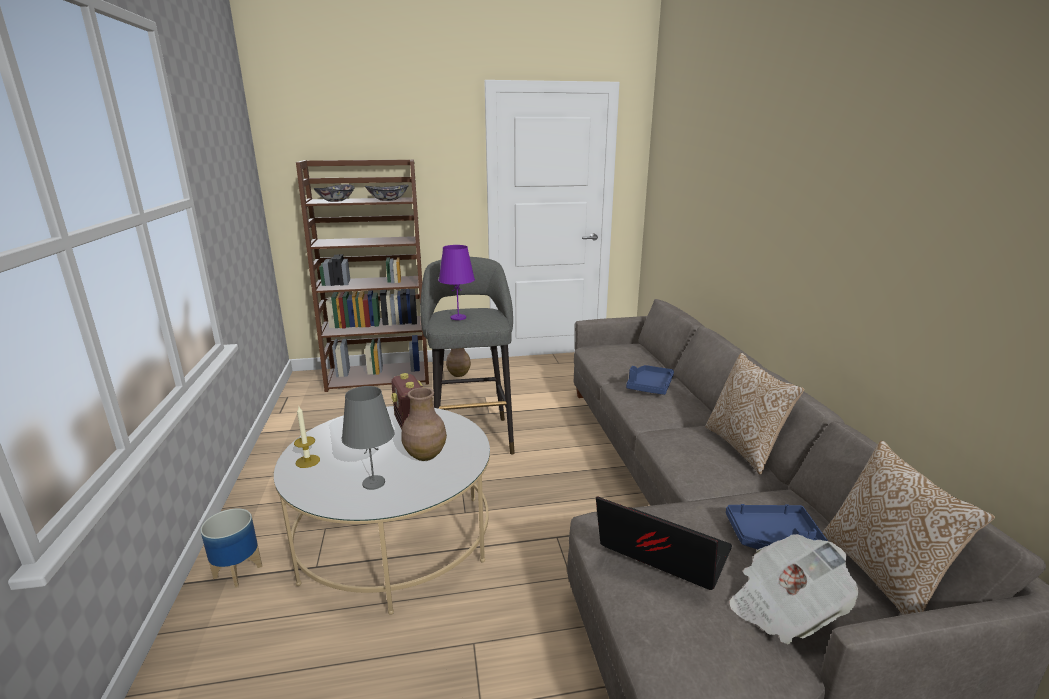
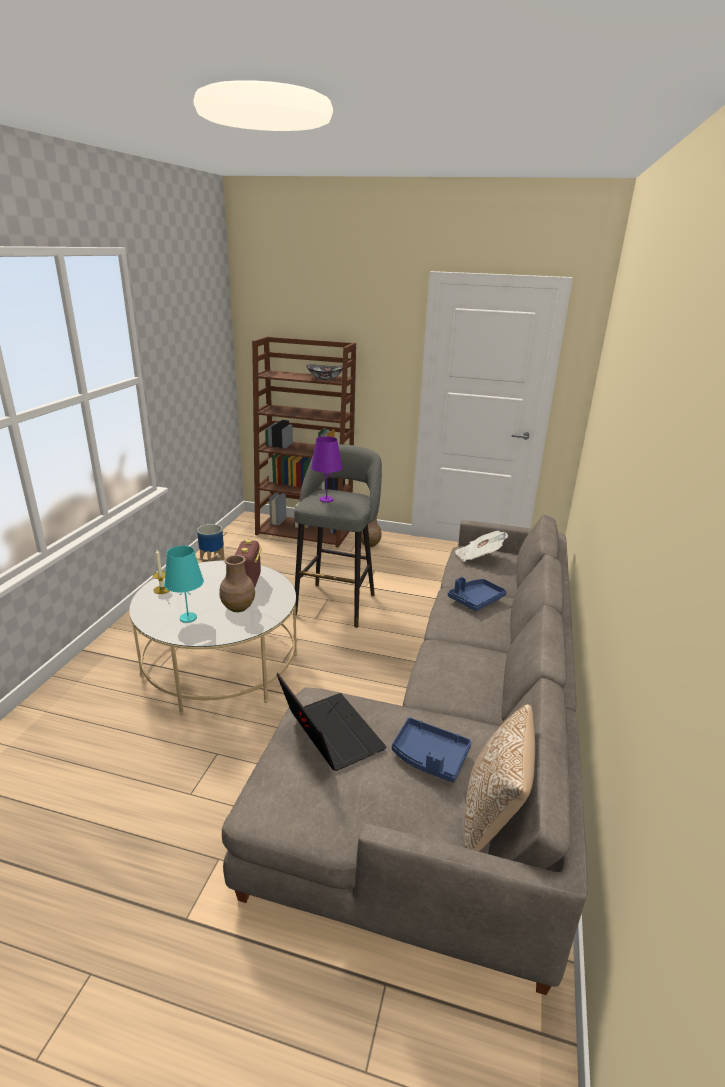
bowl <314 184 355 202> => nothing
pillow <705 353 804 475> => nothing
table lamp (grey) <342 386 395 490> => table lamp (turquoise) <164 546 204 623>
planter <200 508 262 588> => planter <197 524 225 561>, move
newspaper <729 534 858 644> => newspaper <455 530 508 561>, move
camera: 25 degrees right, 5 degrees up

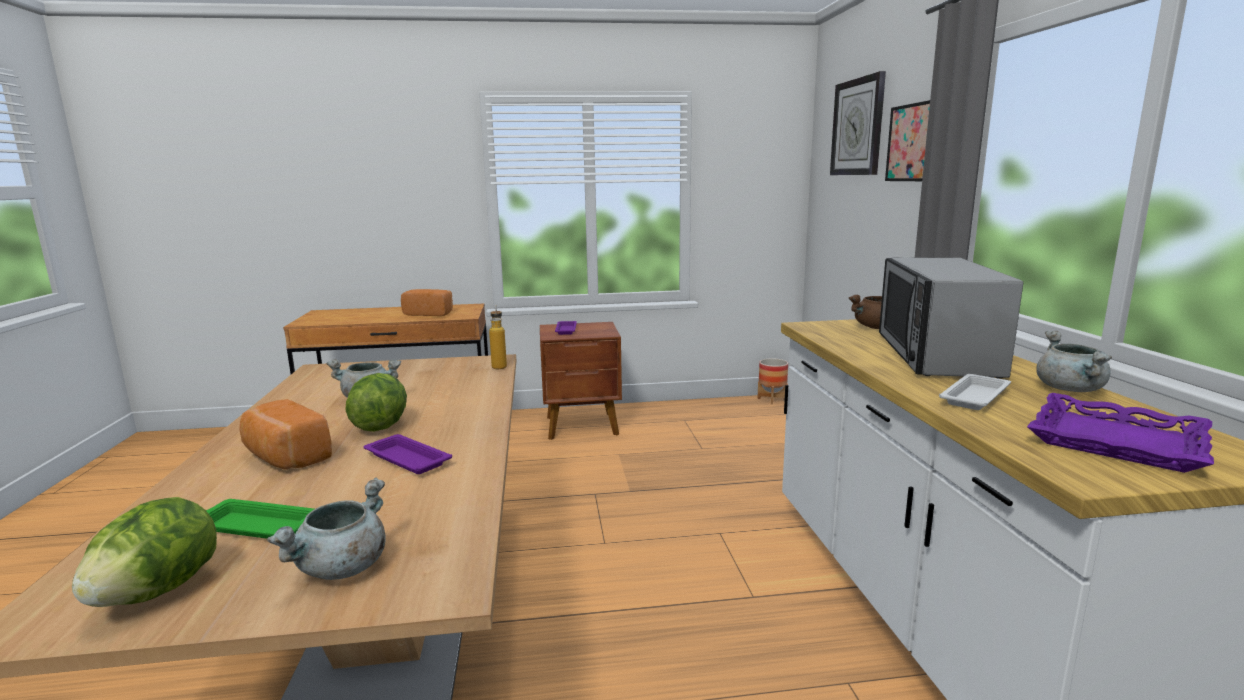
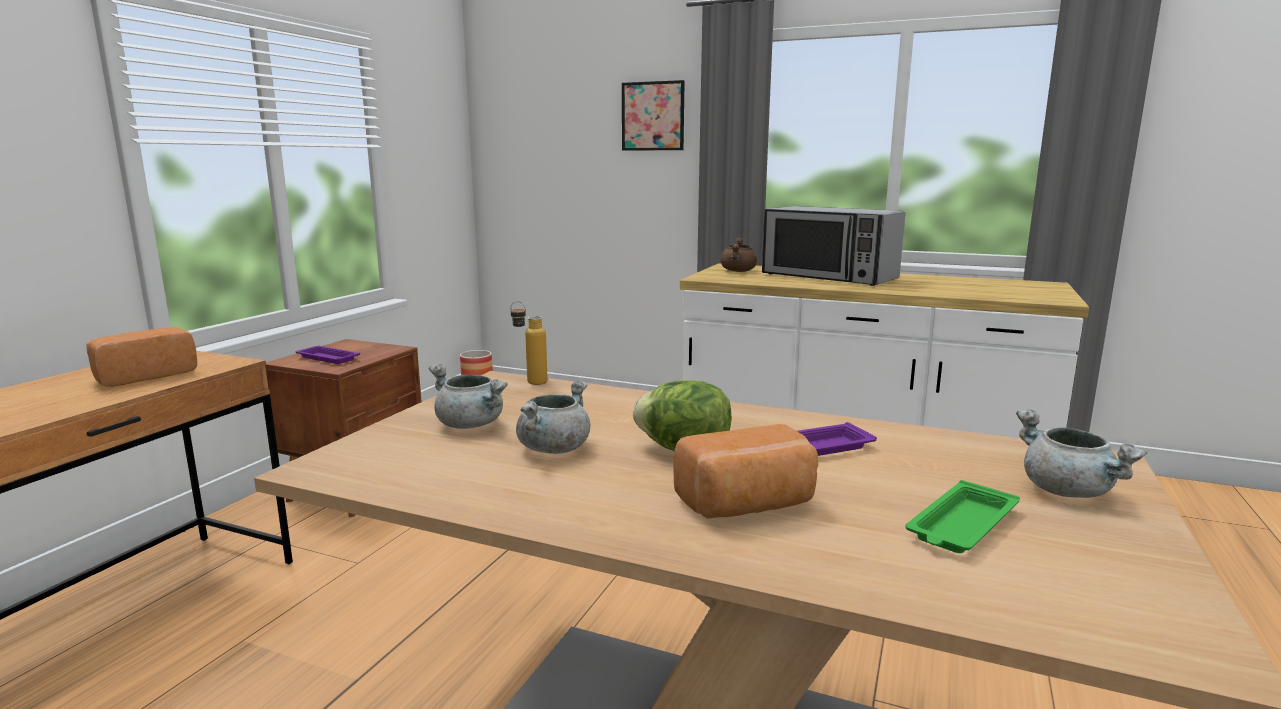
wall clock <830 71 886 175> => nothing
cooking pot (grey) <1036 331 1112 392> => cooking pot (grey) <429 364 508 429>, move
tray (white) <939 374 1011 410> => nothing
tray (purple) <1027 393 1214 473> => nothing
lettuce <72 497 217 607> => nothing
camera: 60 degrees left, 0 degrees up

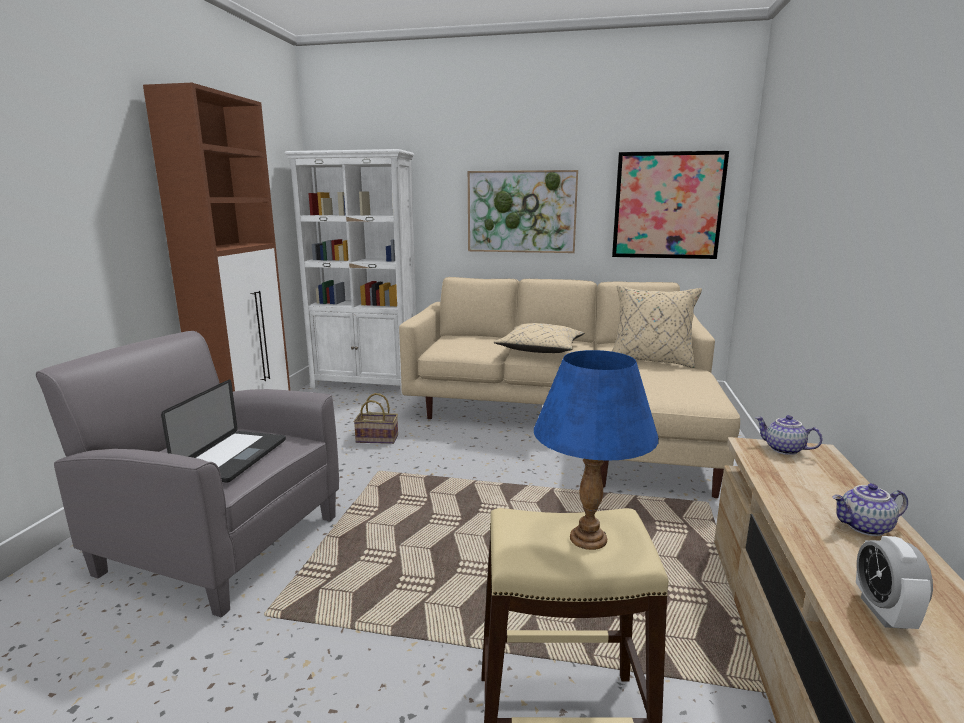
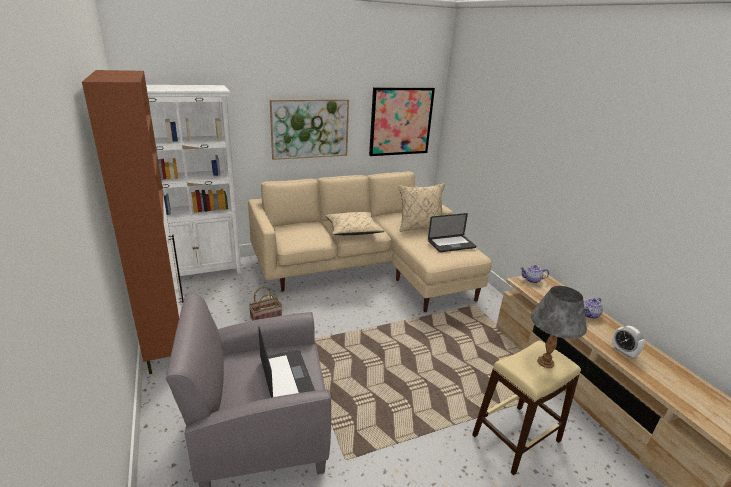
table lamp (blue) <534 350 659 550> => table lamp (grey) <530 286 587 368>
nothing => laptop <428 213 476 252>
camera: 35 degrees left, 10 degrees up

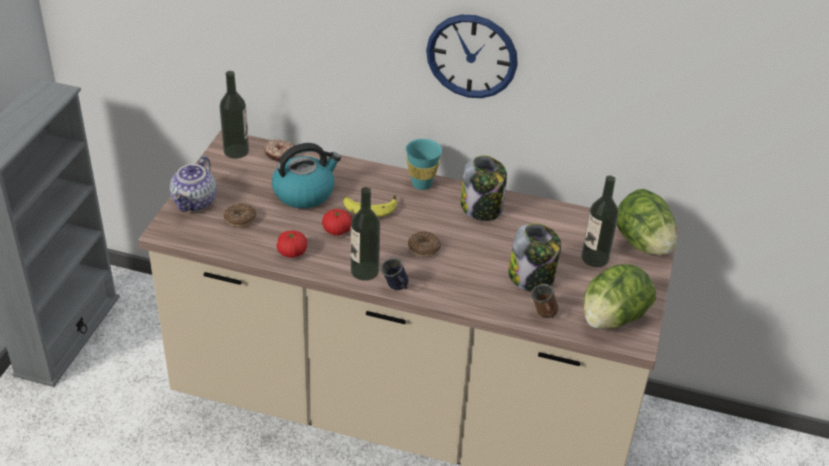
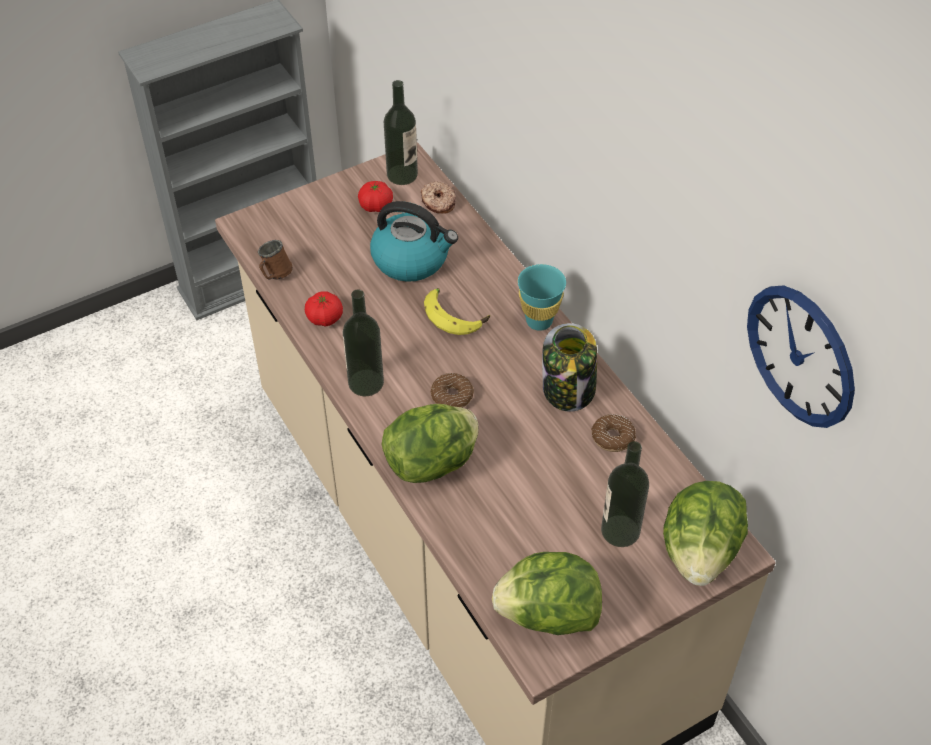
wall clock <426 15 518 98> => wall clock <747 285 855 428>, move
teapot <170 156 217 212> => nothing
donut <224 203 257 227> => donut <591 414 636 452>, move
tomato <322 209 352 236> => tomato <358 181 393 212>, move
jar <508 223 561 292> => nothing
mug (blue) <381 258 408 290> => nothing
mug (brown) <531 284 558 318> => mug (brown) <258 240 293 280>, move
nothing => lettuce <381 404 479 483>
camera: 45 degrees right, 10 degrees up

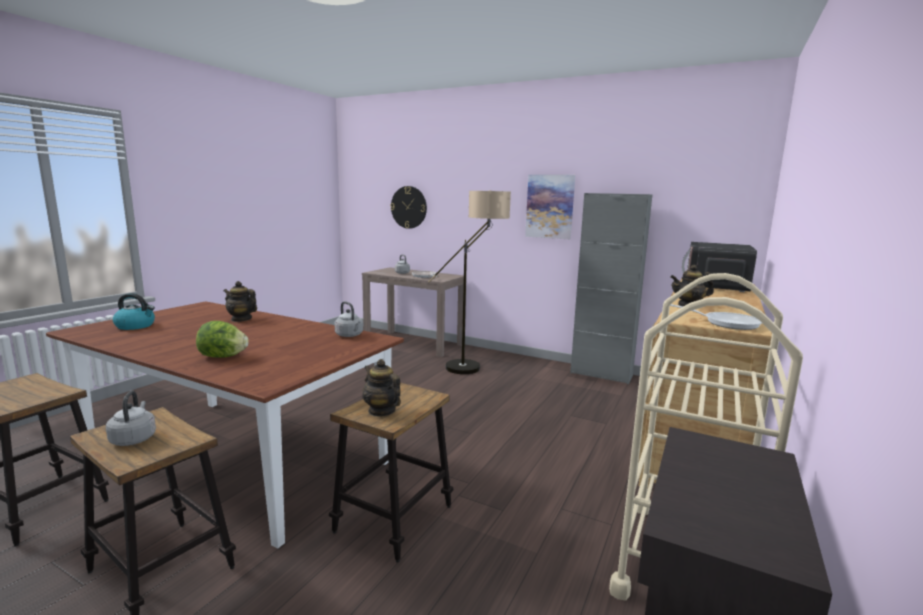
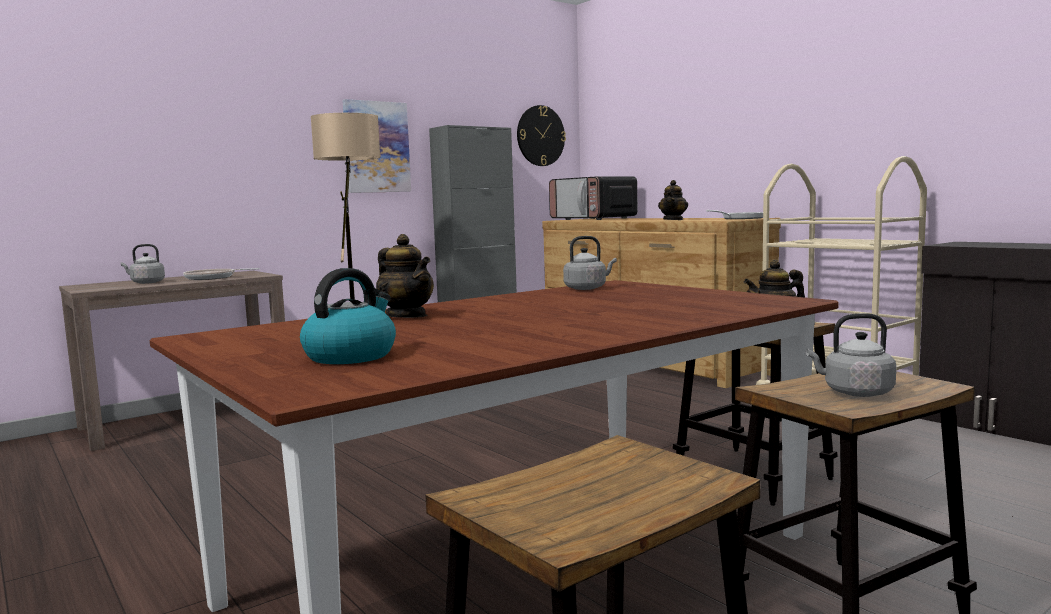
wall clock <390 186 427 229> => wall clock <517 105 566 166>, move
teapot <224 281 257 322> => teapot <376 234 434 318>, 90 degrees counterclockwise
lettuce <196 321 249 358> => nothing
camera: 65 degrees left, 5 degrees down

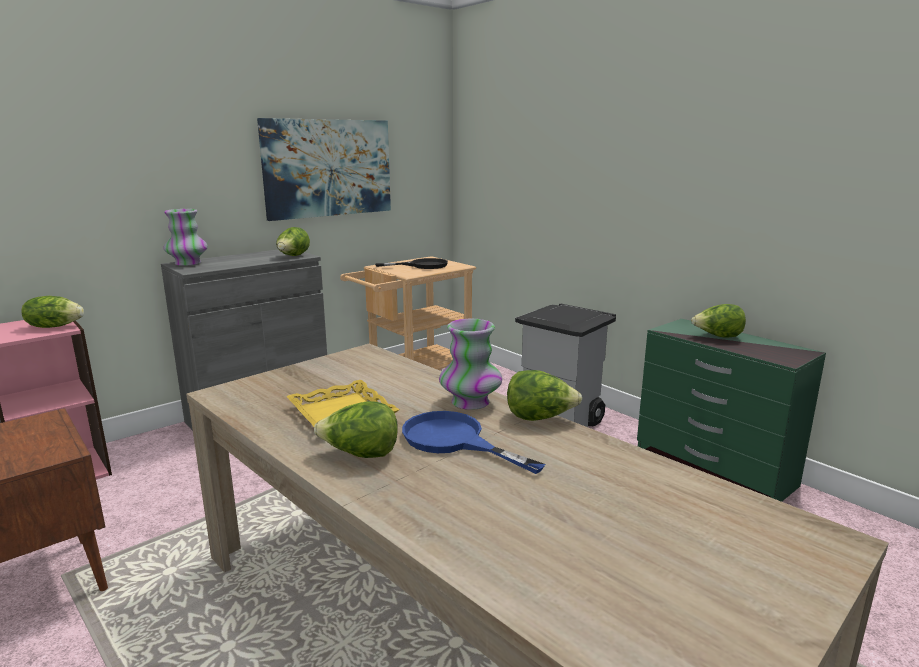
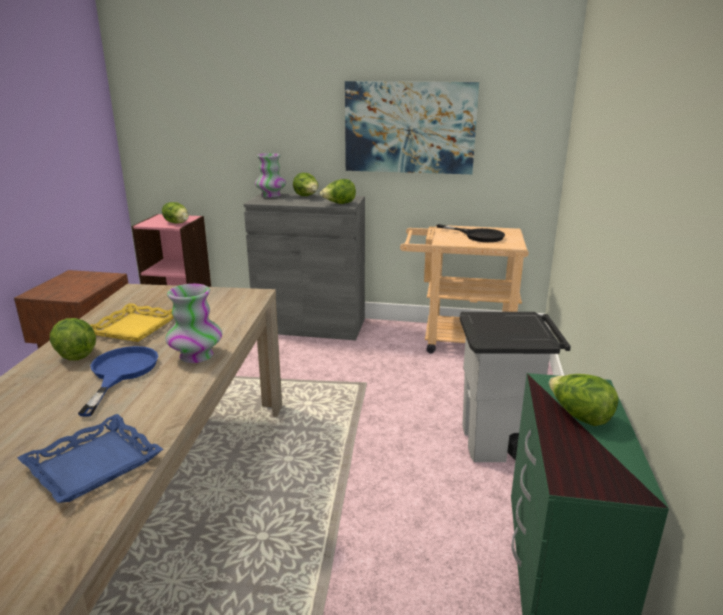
lettuce <507 370 582 421> => lettuce <293 173 318 196>, move
nothing => tray (blue) <17 414 163 503>
camera: 50 degrees right, 5 degrees up

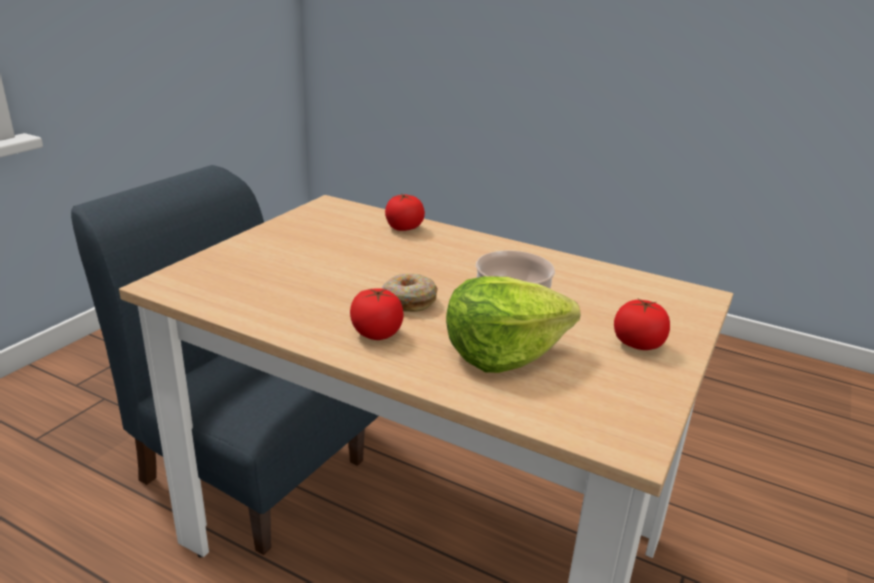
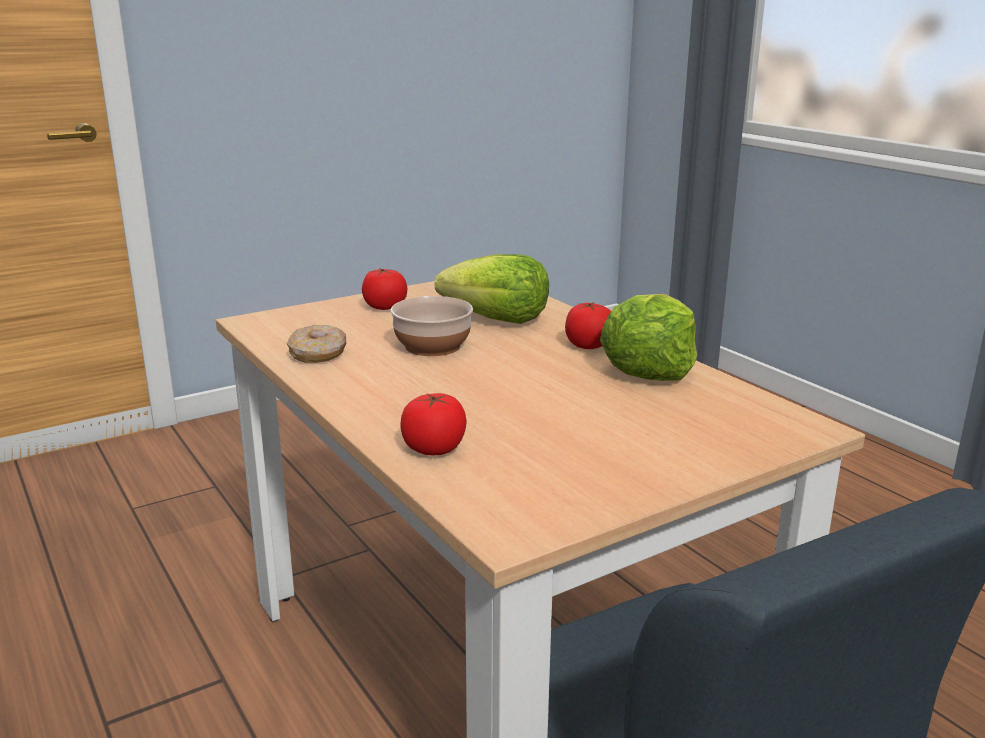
donut <382 273 438 312> => donut <287 325 346 363>, move
nothing => lettuce <600 294 697 381>
camera: 150 degrees left, 5 degrees down

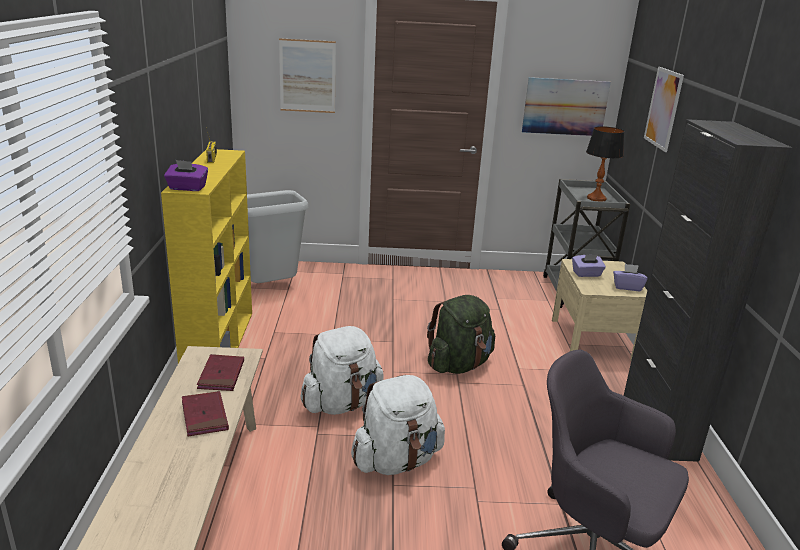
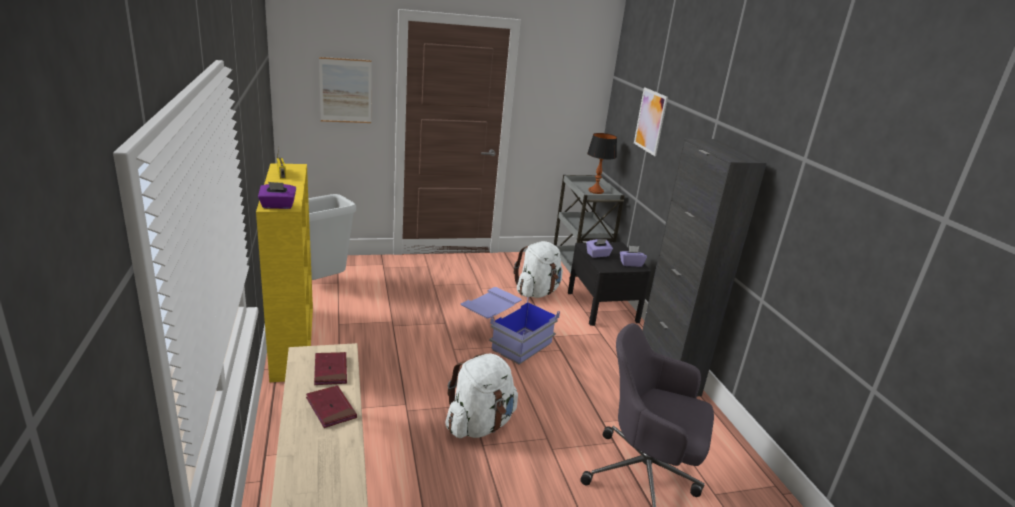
picture <522 77 611 136> => nothing
nightstand (beige) <552 259 647 360> => nightstand (black) <568 242 651 326>
backpack (green) <427 295 495 374> => storage box (blue) <461 287 560 364>
backpack (white) <300 326 383 415> => backpack (white) <514 241 563 298>, move
camera: 15 degrees left, 0 degrees up

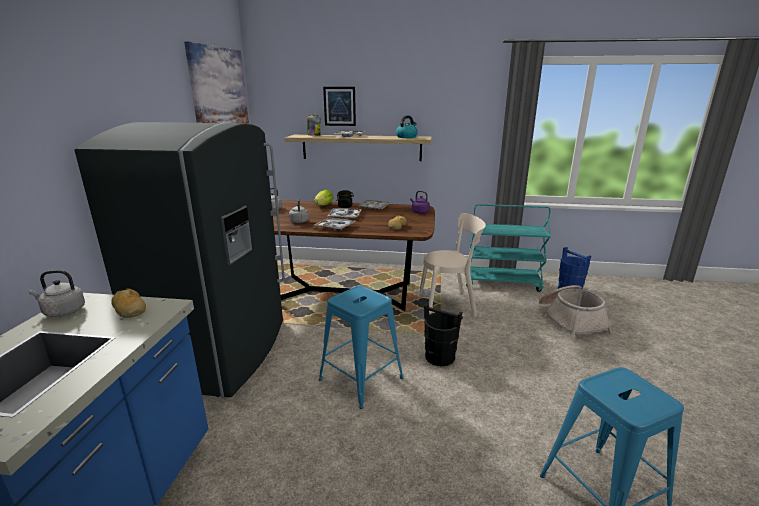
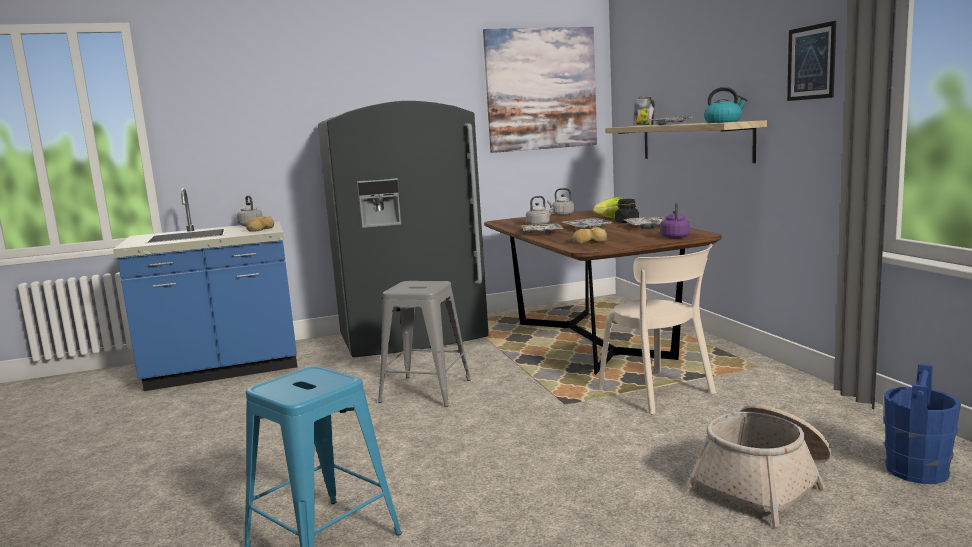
picture <323 87 356 126> => picture <787 21 836 101>, move
cart (turquoise) <466 204 551 292> => nothing
stool (blue) <319 286 403 409> => stool (grey) <378 281 471 407>
bucket (black) <424 303 463 366> => nothing
camera: 65 degrees right, 10 degrees down

